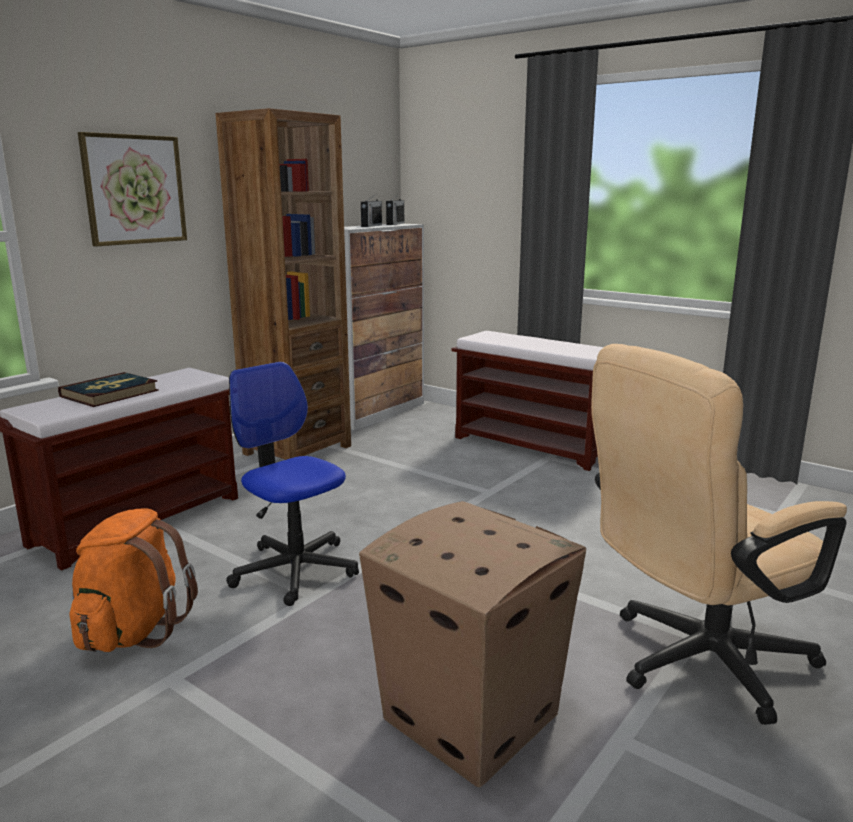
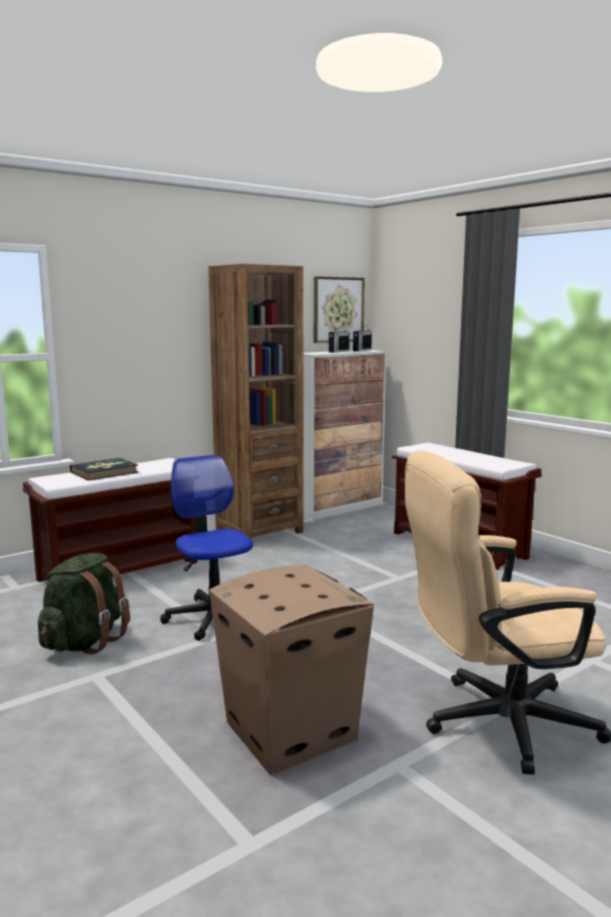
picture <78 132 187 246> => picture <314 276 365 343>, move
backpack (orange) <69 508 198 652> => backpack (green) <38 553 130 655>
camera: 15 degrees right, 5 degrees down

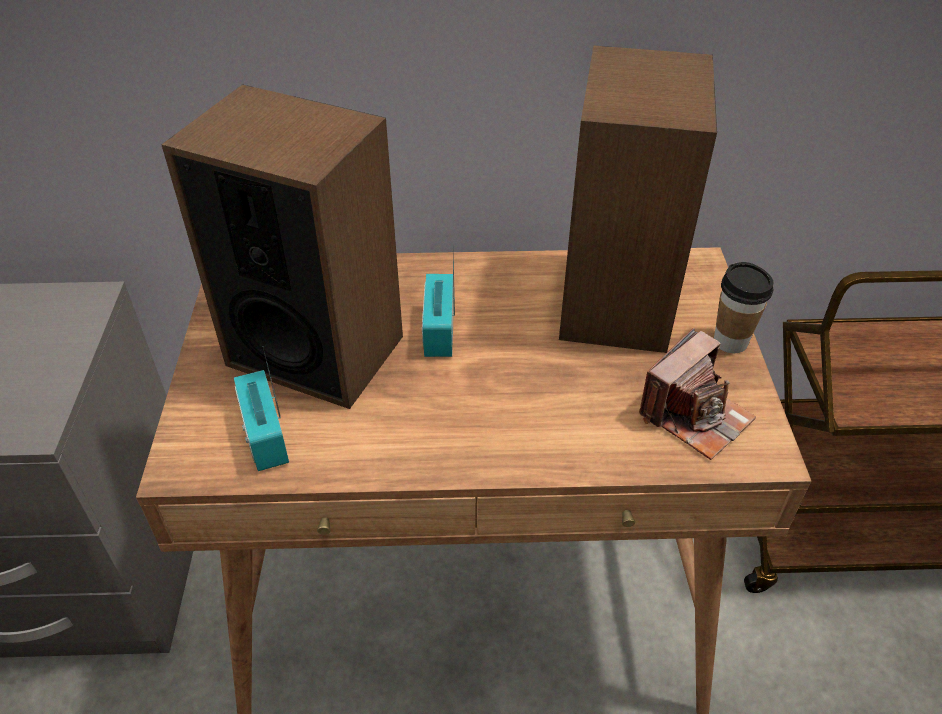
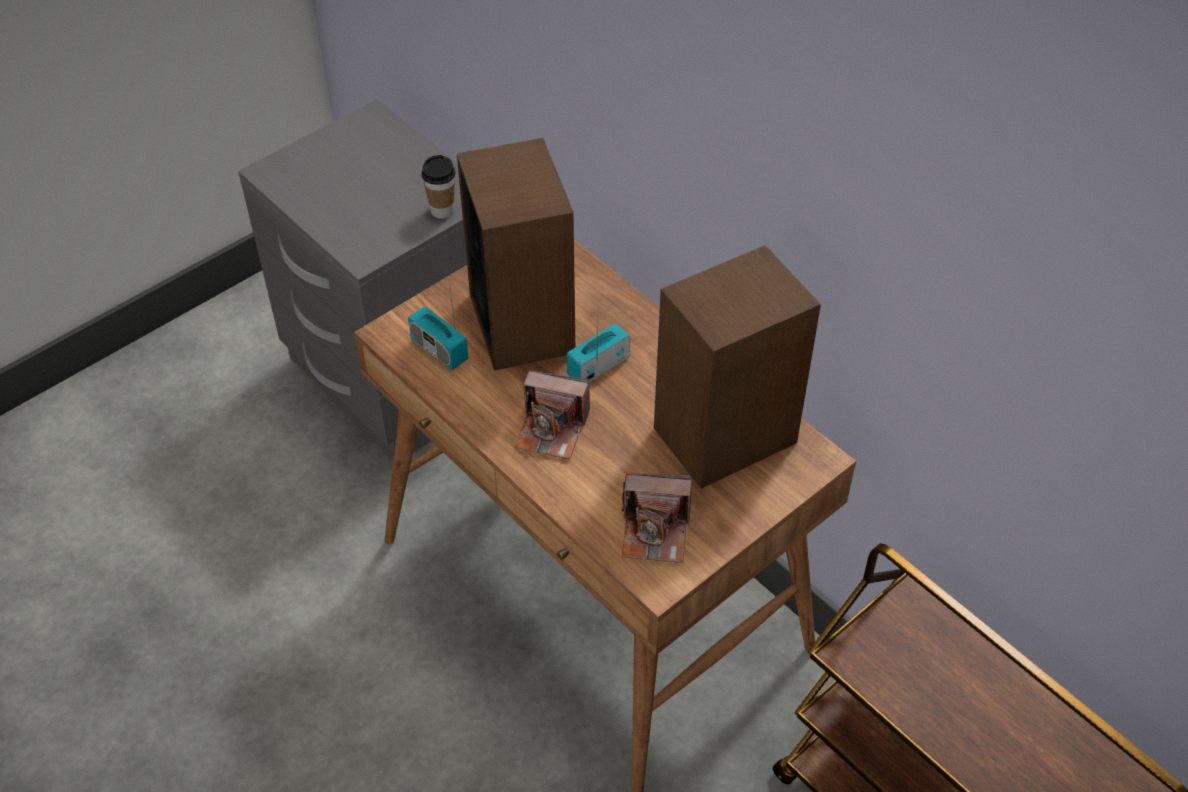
cup <714 262 773 353> => cup <421 155 455 218>, move
radio <234 347 289 471> => radio <408 287 468 370>, 75 degrees counterclockwise
nothing => photo camera <515 371 590 459>
camera: 50 degrees right, 5 degrees up

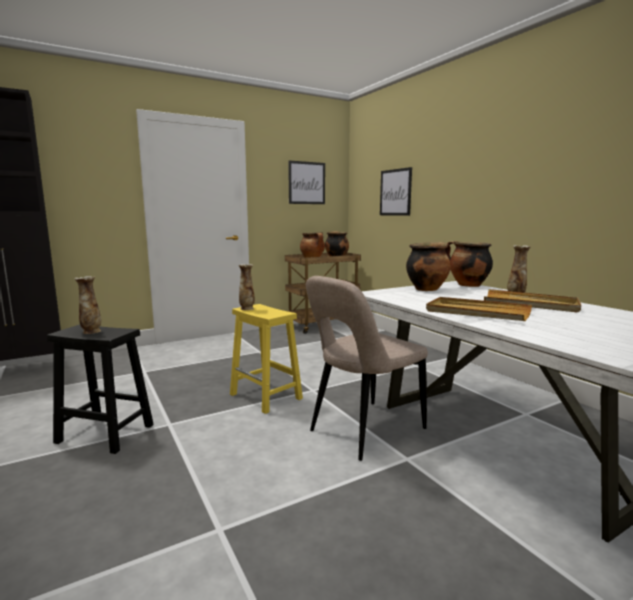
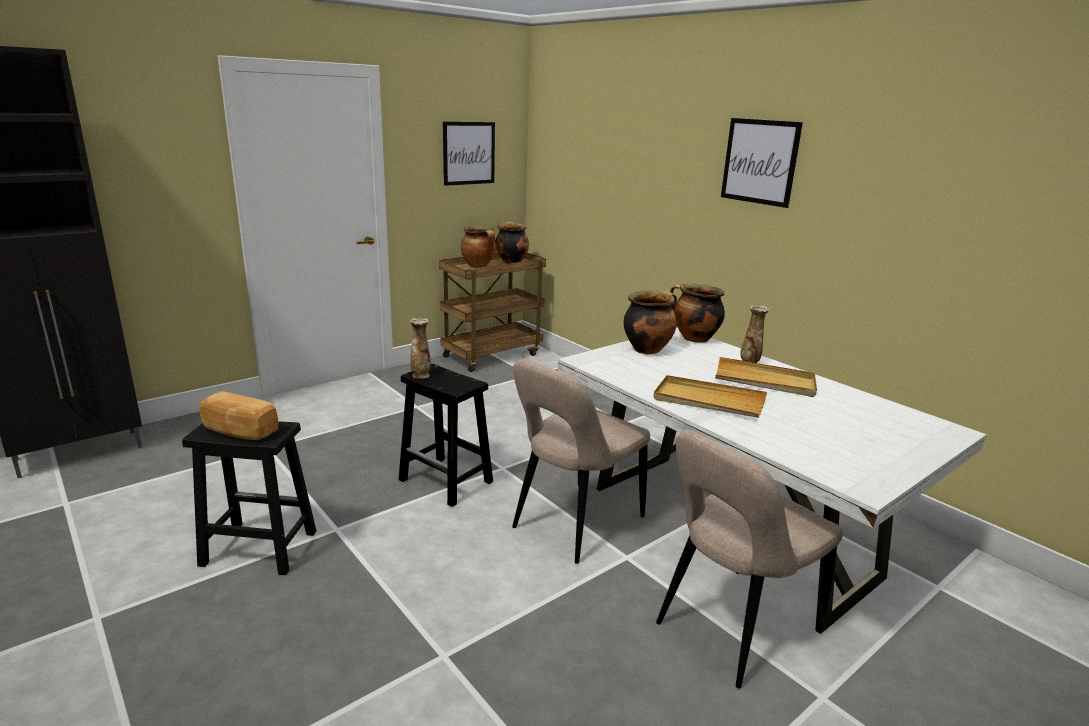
picture <380 167 412 216> => picture <721 118 803 208>, move
vase <74 276 101 334> => bread <199 391 278 440>
stool (yellow) <230 304 303 414> => stool (black) <399 364 493 507>
nothing => chair (beige) <656 430 843 689>
camera: 10 degrees left, 10 degrees up

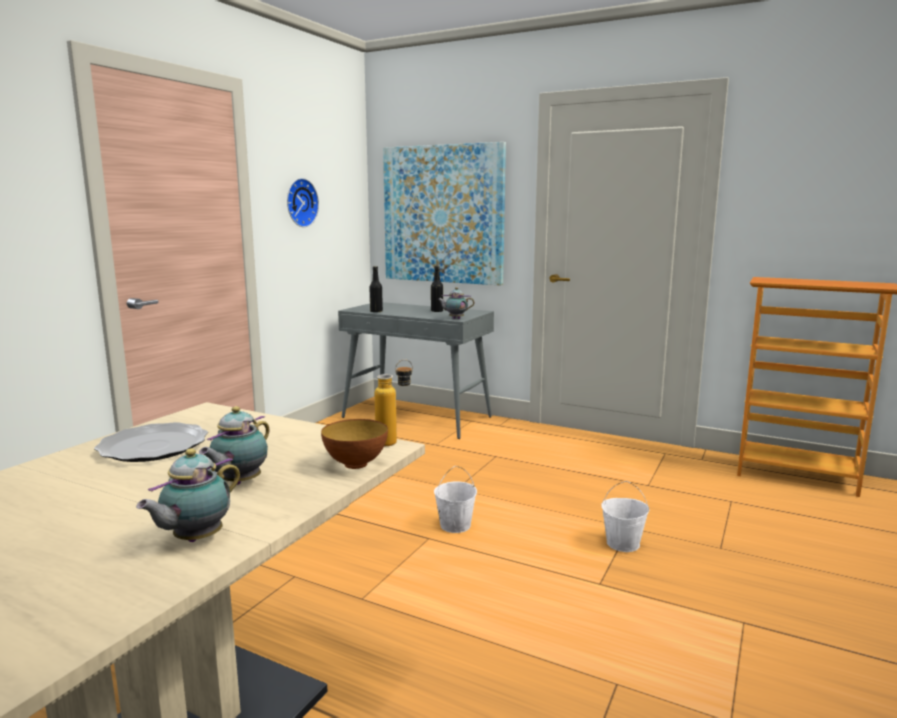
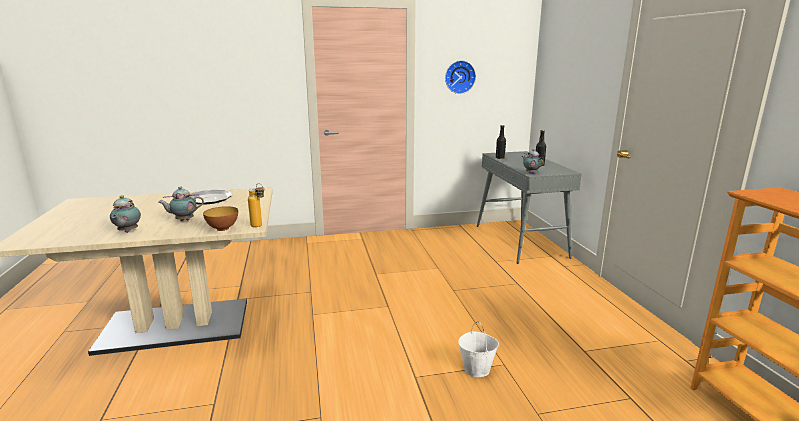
picture <383 142 506 286> => nothing
teapot <136 449 240 542> => teapot <110 195 141 233>, 90 degrees counterclockwise
bucket (white) <434 466 477 533> => nothing
camera: 50 degrees right, 5 degrees up

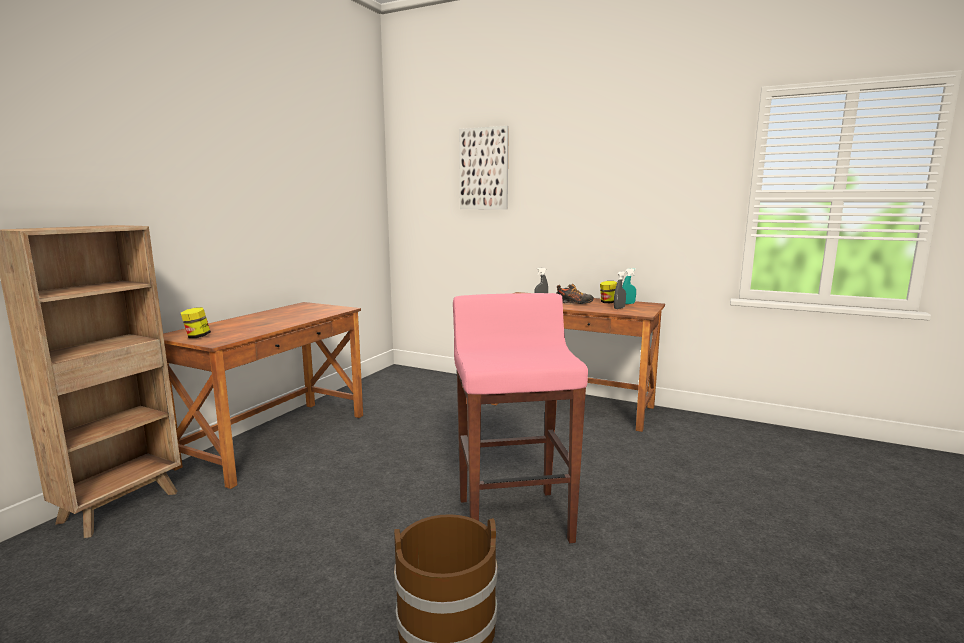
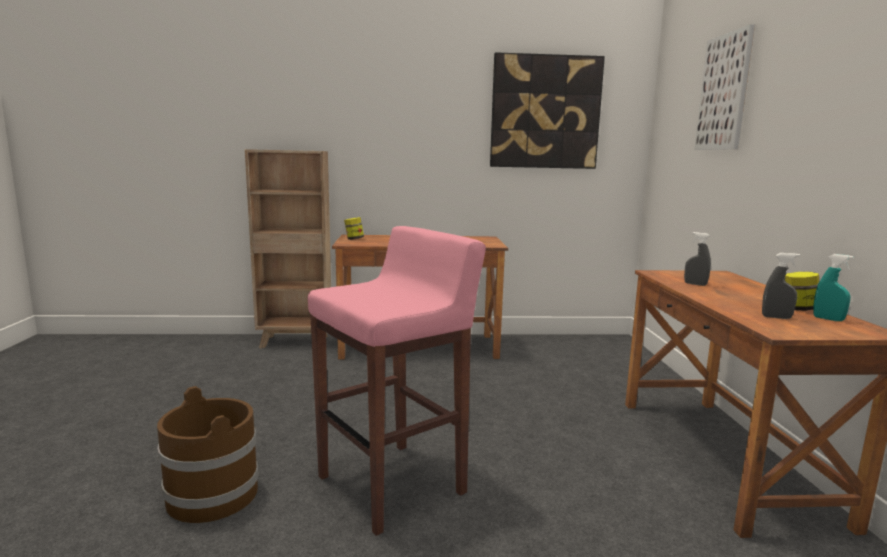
shoe <556 284 594 304> => nothing
nothing => picture <490 52 605 169>
camera: 60 degrees right, 0 degrees up

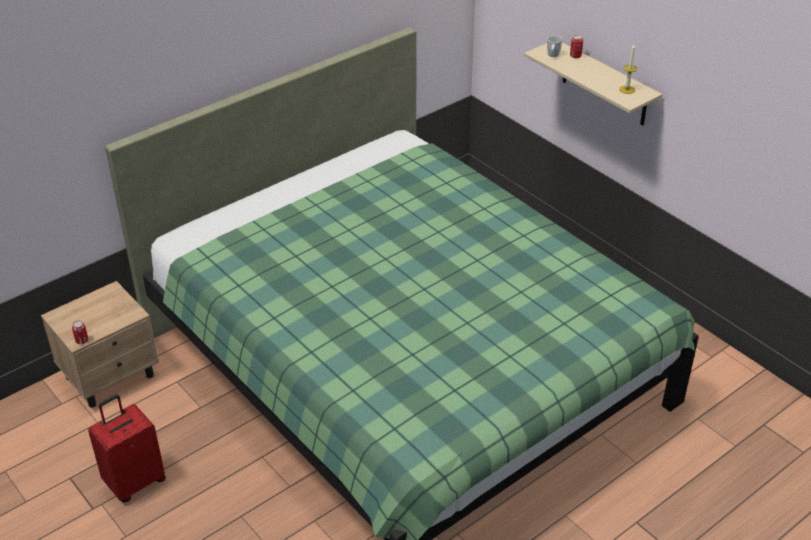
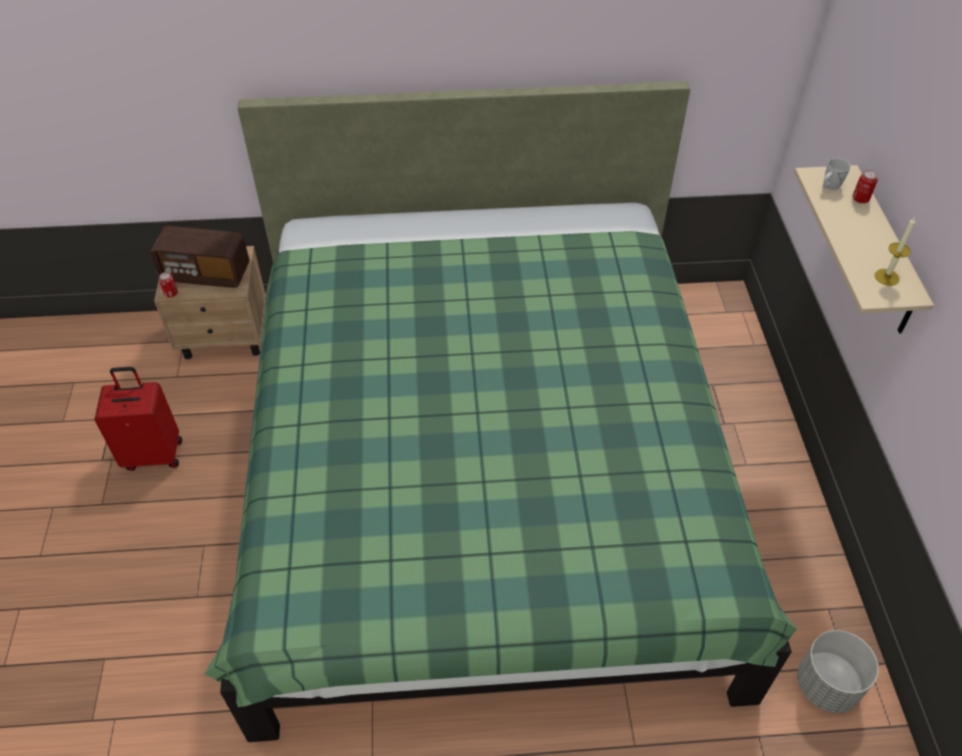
nothing => radio <150 226 249 288>
nothing => planter (grey) <797 630 879 713>
camera: 35 degrees right, 10 degrees up

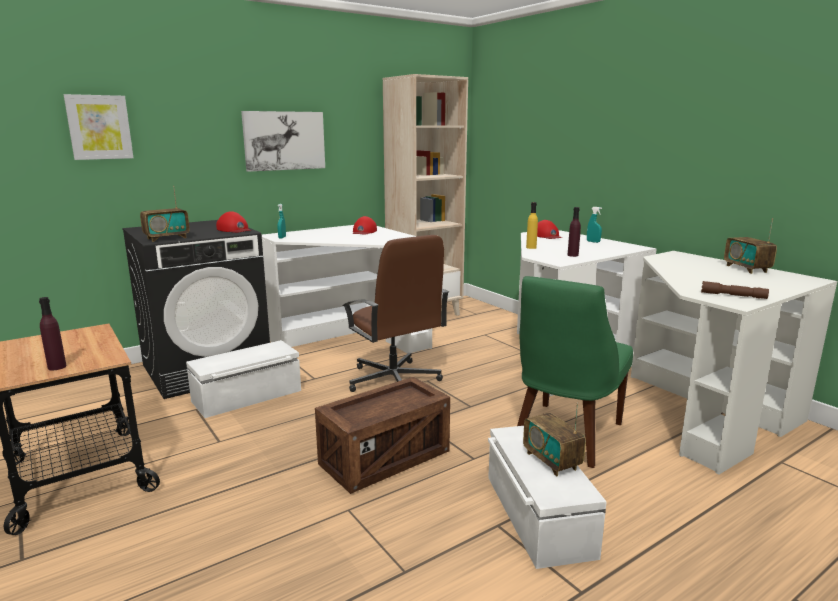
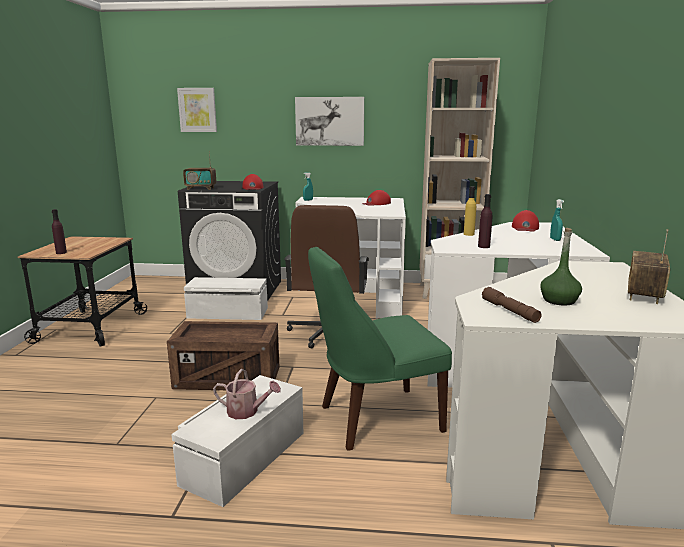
radio <523 402 586 476> => watering can <213 369 281 419>
nothing => bottle (green) <540 228 582 306>
camera: 40 degrees right, 0 degrees up

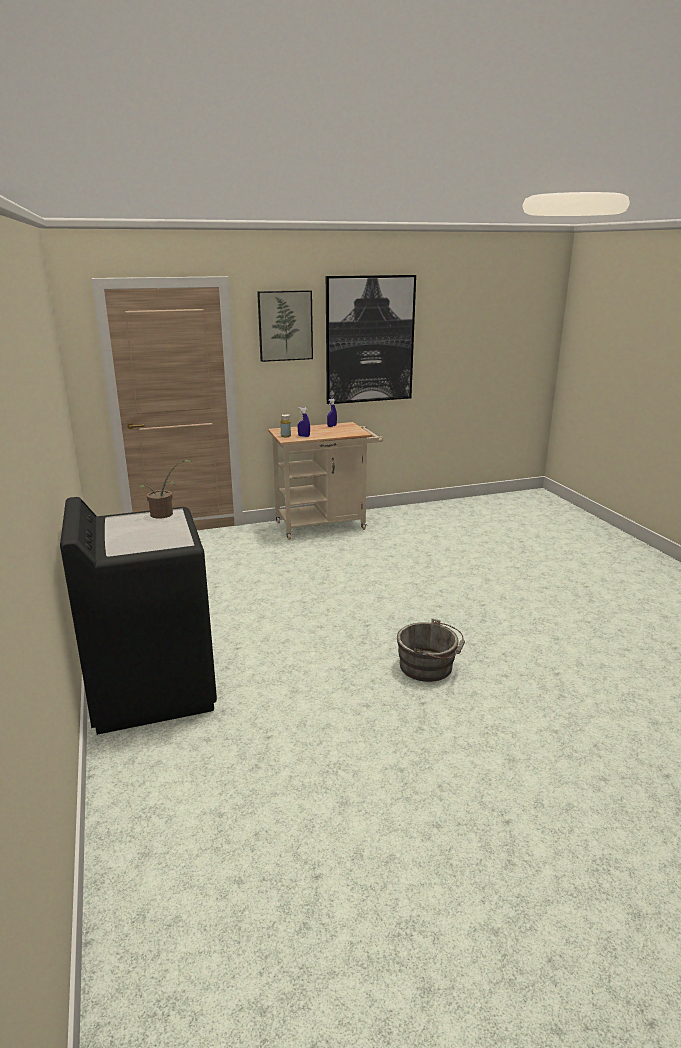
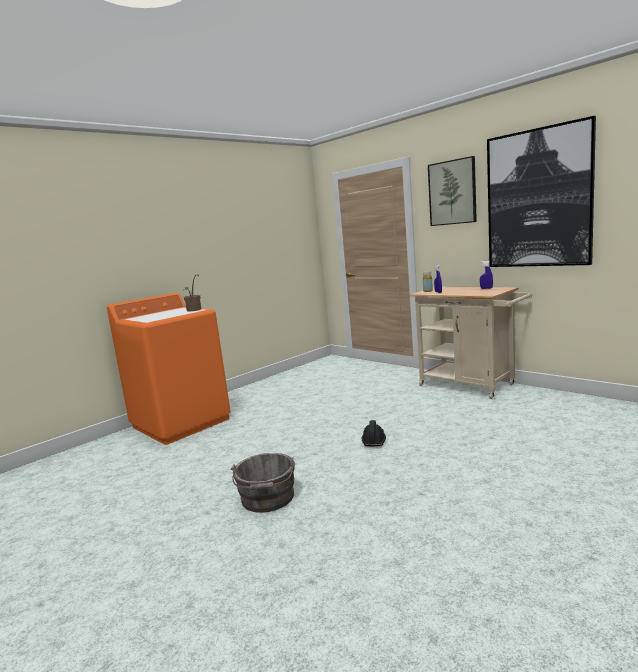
washing machine (black) <60 497 217 735> => washing machine (orange) <107 293 231 445>
nothing => hard hat (black) <362 420 386 446>
camera: 65 degrees right, 10 degrees down

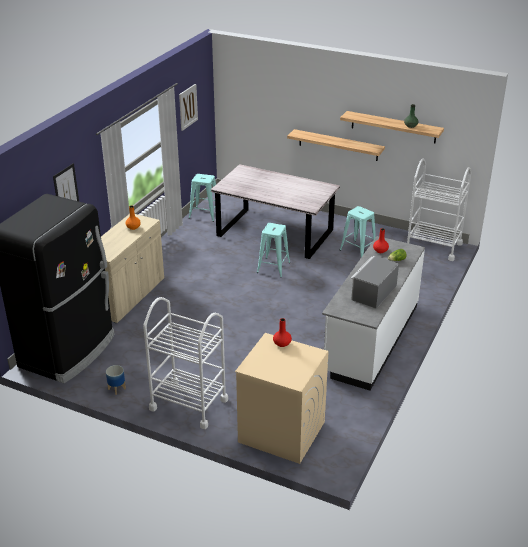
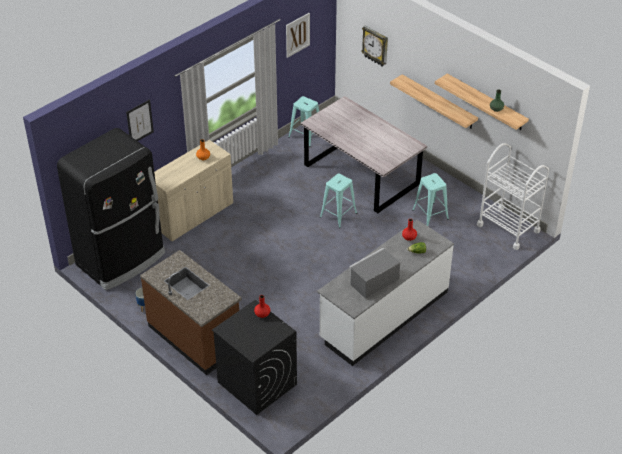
cart (white) <143 297 228 429> => counter (brown) <140 250 242 375>
washing machine (beige) <235 333 329 464> => washing machine (black) <212 300 297 415>
nothing => wall clock <361 25 388 67>
camera: 20 degrees right, 10 degrees up

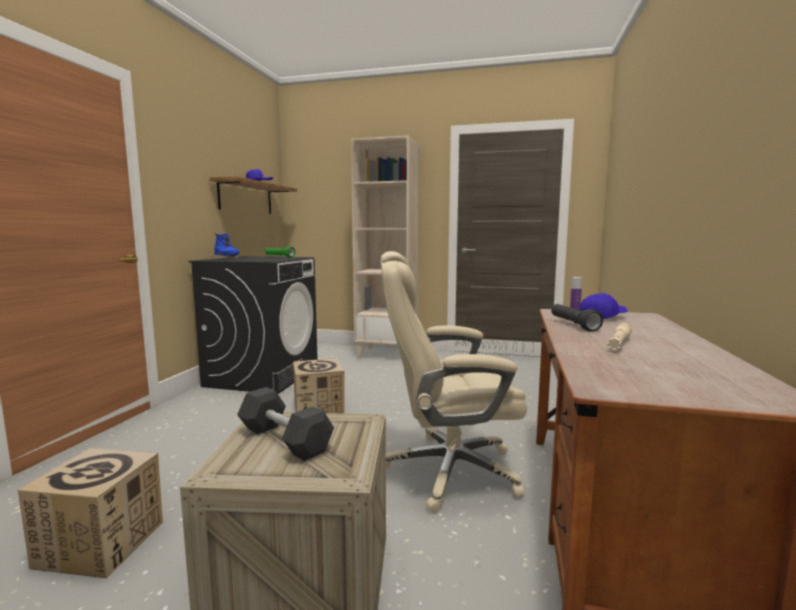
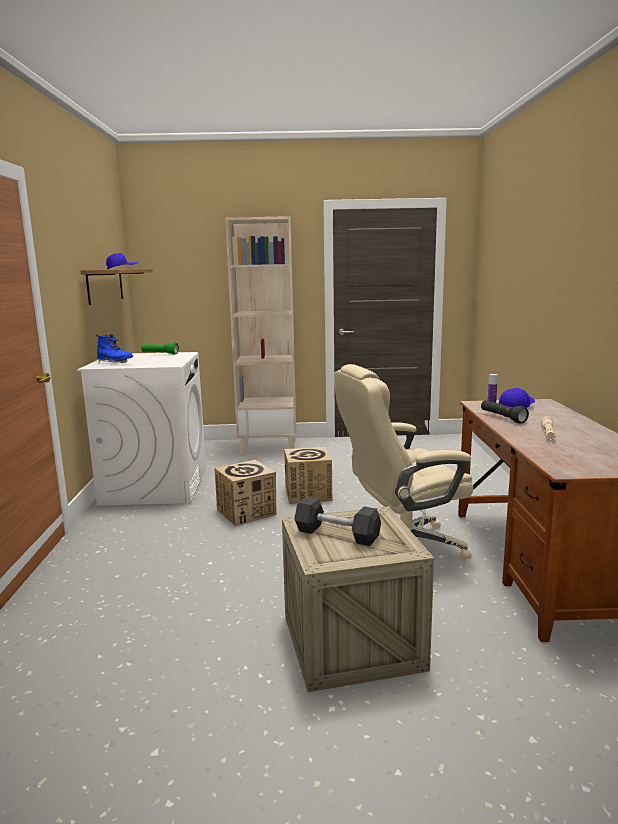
washing machine (black) <189 256 318 394> => washing machine (white) <77 352 206 506>
cardboard box <18 448 163 578> => cardboard box <284 447 332 504>, move
camera: 15 degrees left, 5 degrees up

